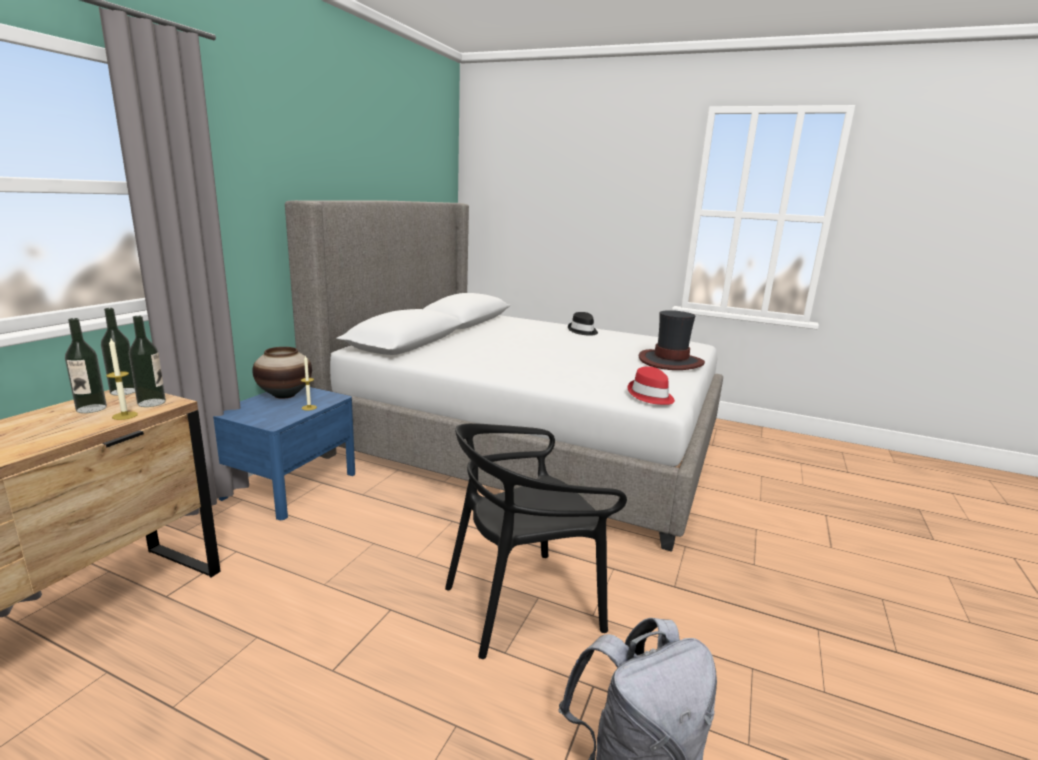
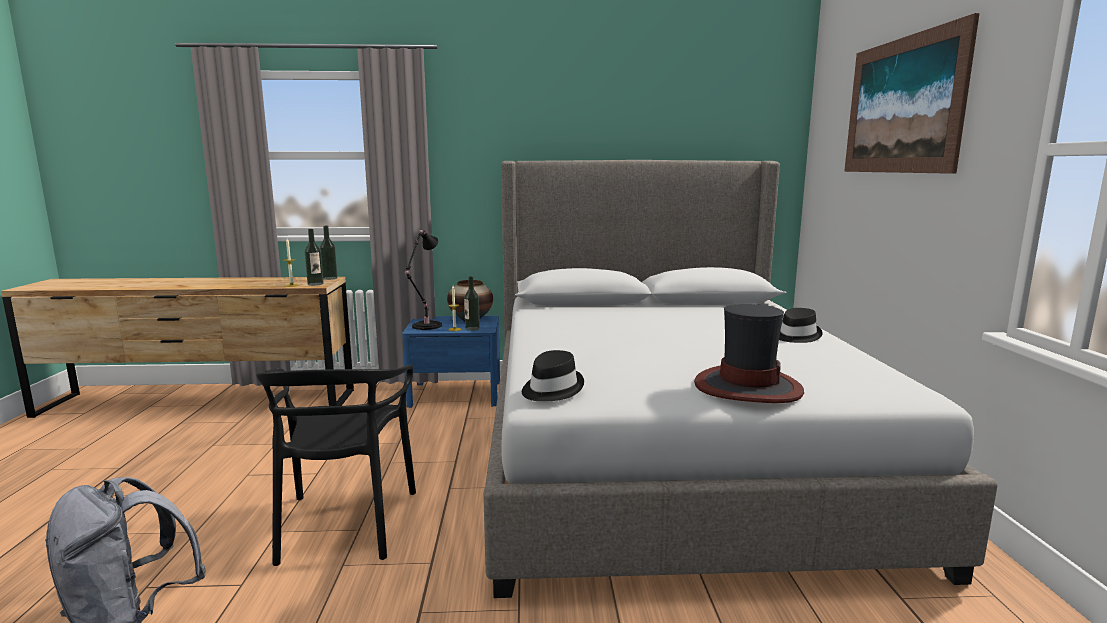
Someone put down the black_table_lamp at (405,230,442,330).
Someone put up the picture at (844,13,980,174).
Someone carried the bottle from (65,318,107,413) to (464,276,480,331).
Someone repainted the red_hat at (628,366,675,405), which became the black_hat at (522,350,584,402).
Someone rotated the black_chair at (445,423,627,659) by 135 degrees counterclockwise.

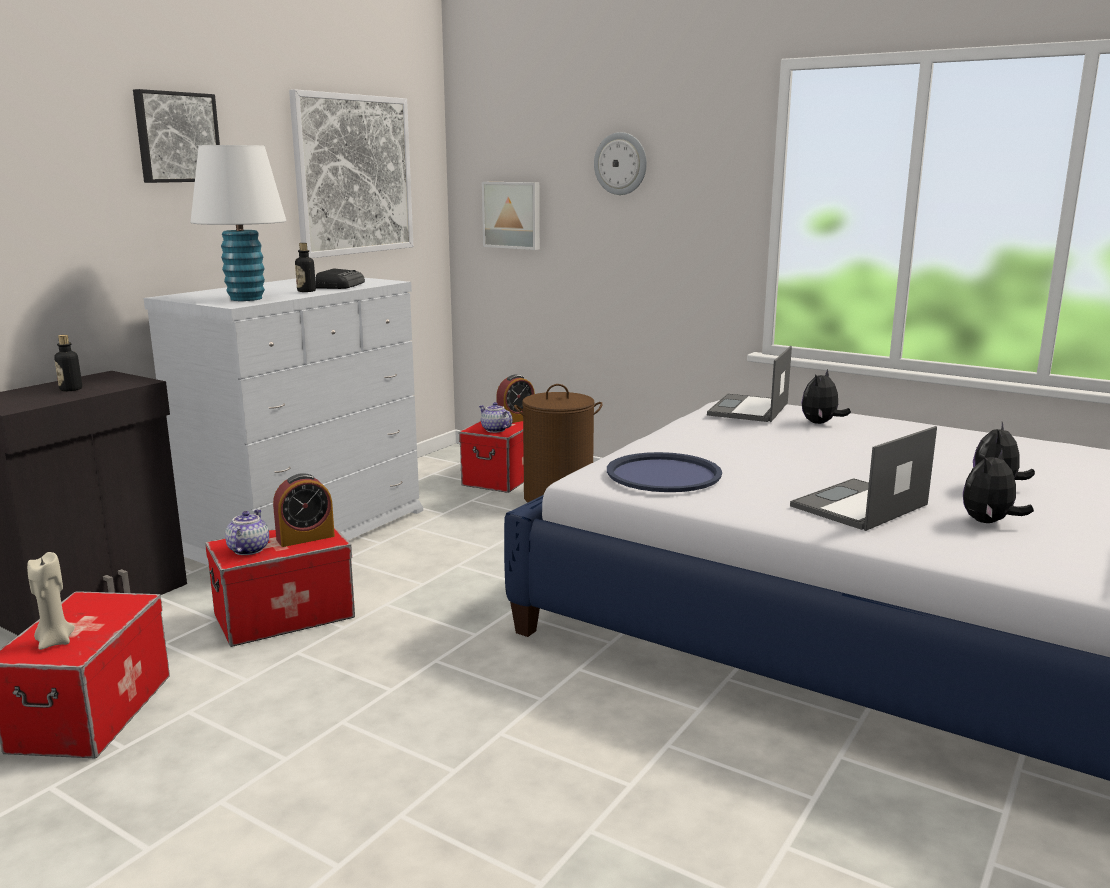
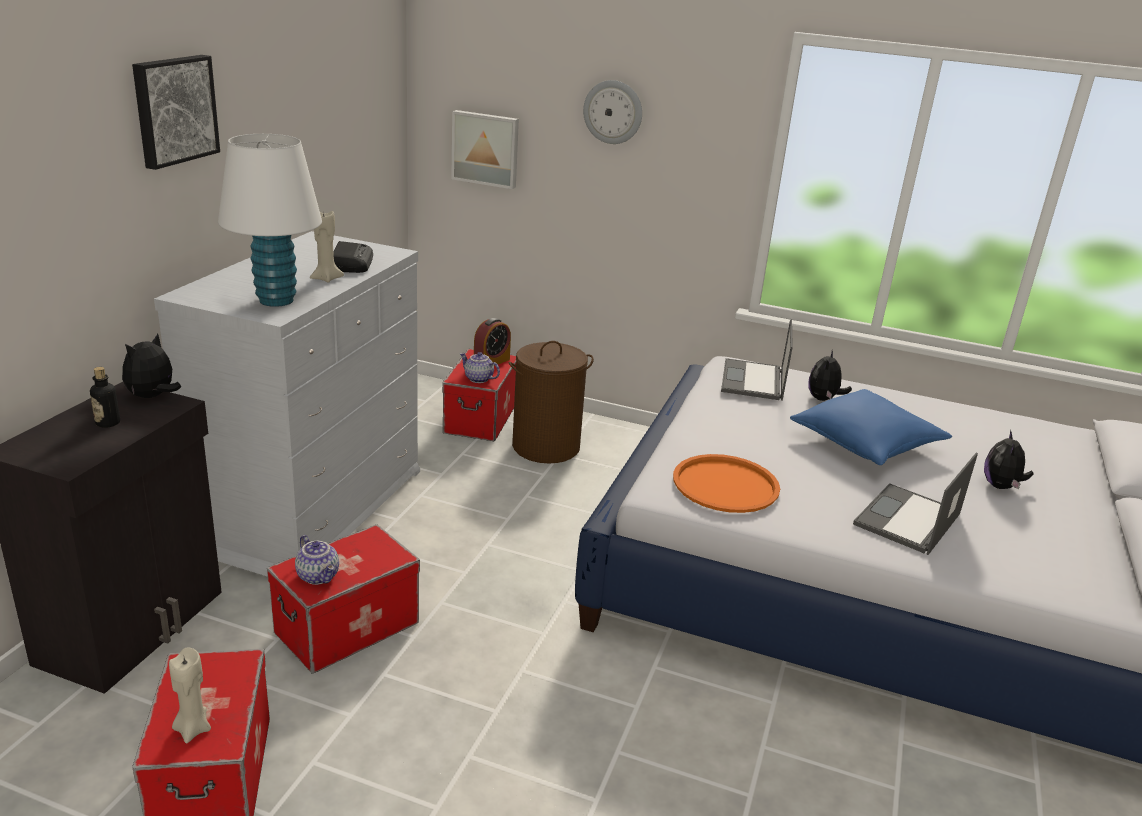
Someone took away the alarm_clock at (273,473,335,547).
Someone took away the picture at (289,89,413,258).
Someone put down the blue_pillow at (790,389,952,465).
Someone carried the plush_toy from (963,449,1034,523) to (122,333,181,398).
Someone swapped the bottle at (295,243,316,292) for the beige_candle at (310,211,344,282).
Someone repainted the blue_tray at (607,452,722,492), which became the orange_tray at (673,454,780,513).
Someone rotated the teapot at (225,509,269,555) by 150 degrees clockwise.

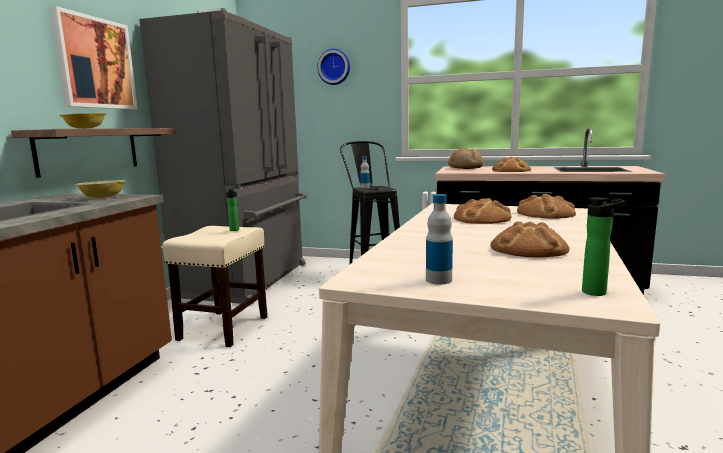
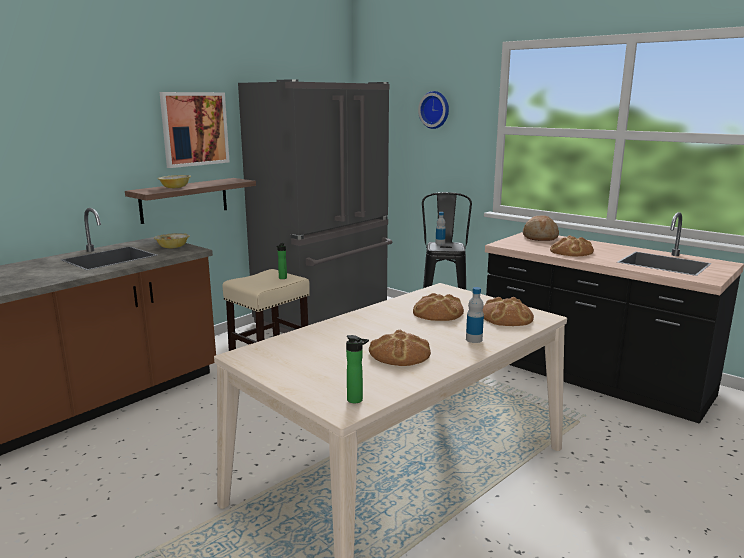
Someone carried the bottle from (426,194,453,285) to (466,287,484,343).

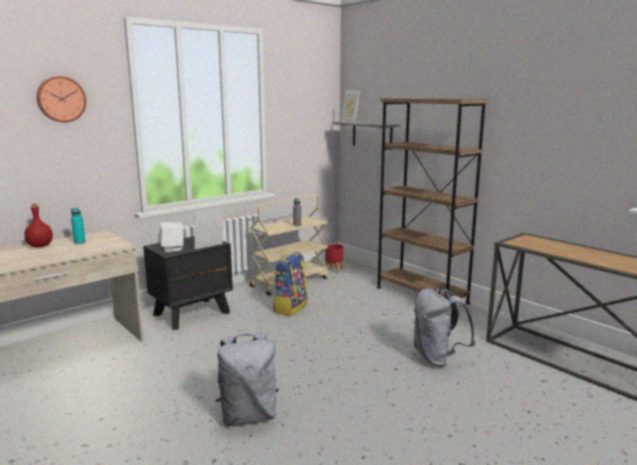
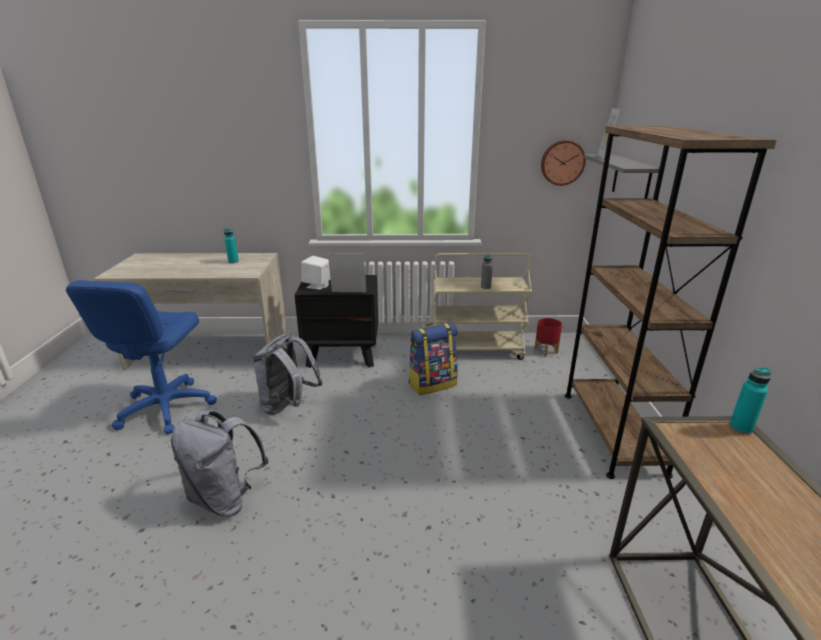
Someone took away the red_bottle at (24,203,53,247).
Someone put down the blue_office_chair at (66,280,217,434).
Someone put down the turquoise_bottle at (729,367,772,434).
Someone carried the wall_clock from (37,76,86,122) to (541,140,586,186).
Someone carried the grey_backpack from (413,288,475,367) to (253,333,323,415).

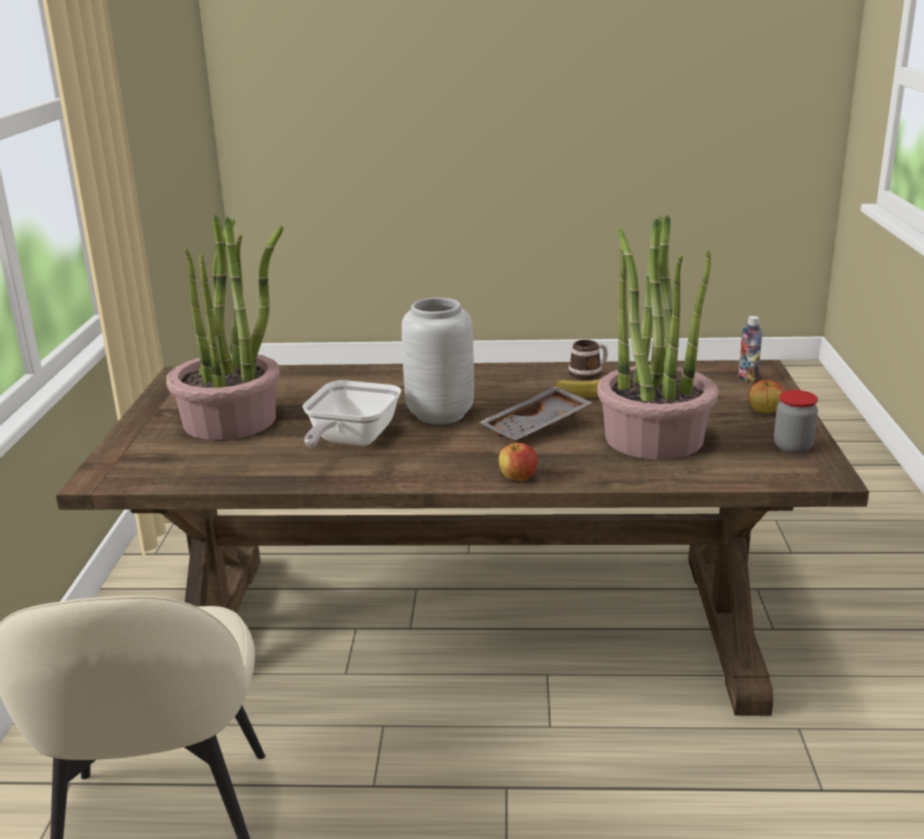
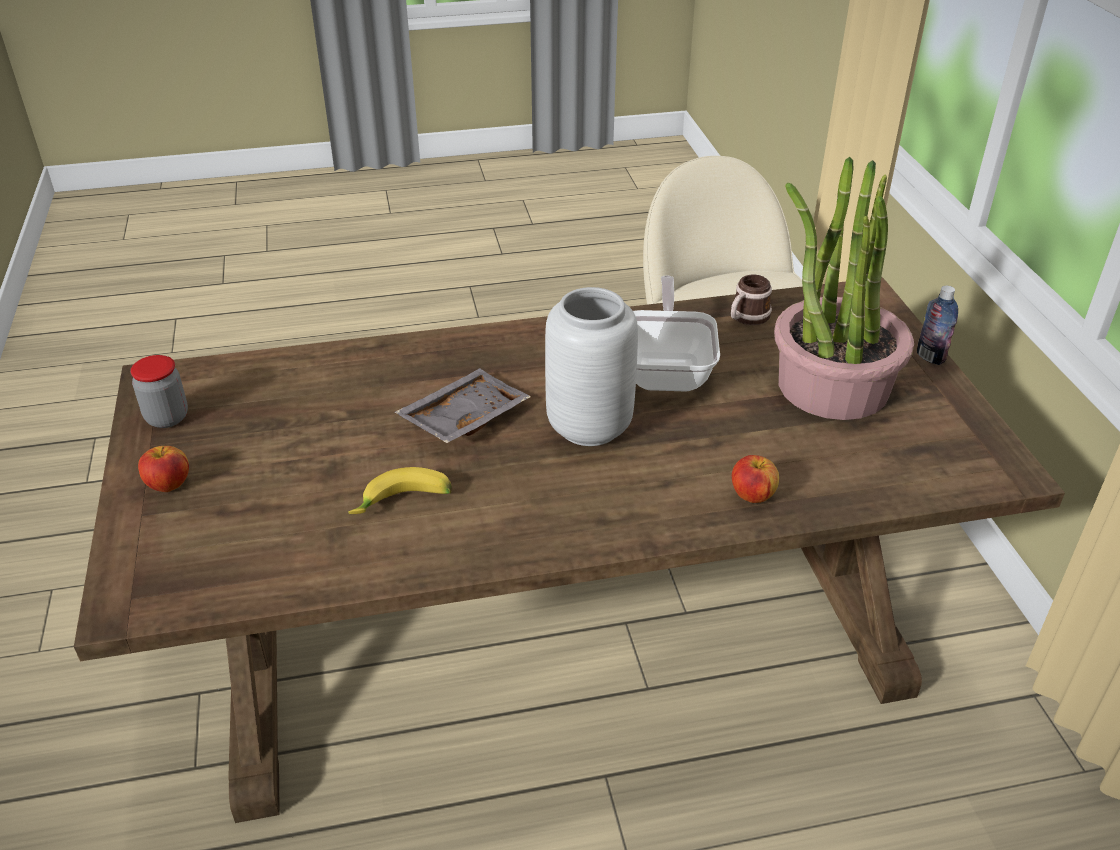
Someone took away the potted_plant at (597,215,718,460).
Someone carried the apple from (499,442,537,481) to (732,455,779,503).
Someone carried the mug from (568,340,608,380) to (731,274,772,325).
Someone carried the bottle from (738,316,762,383) to (917,286,958,365).

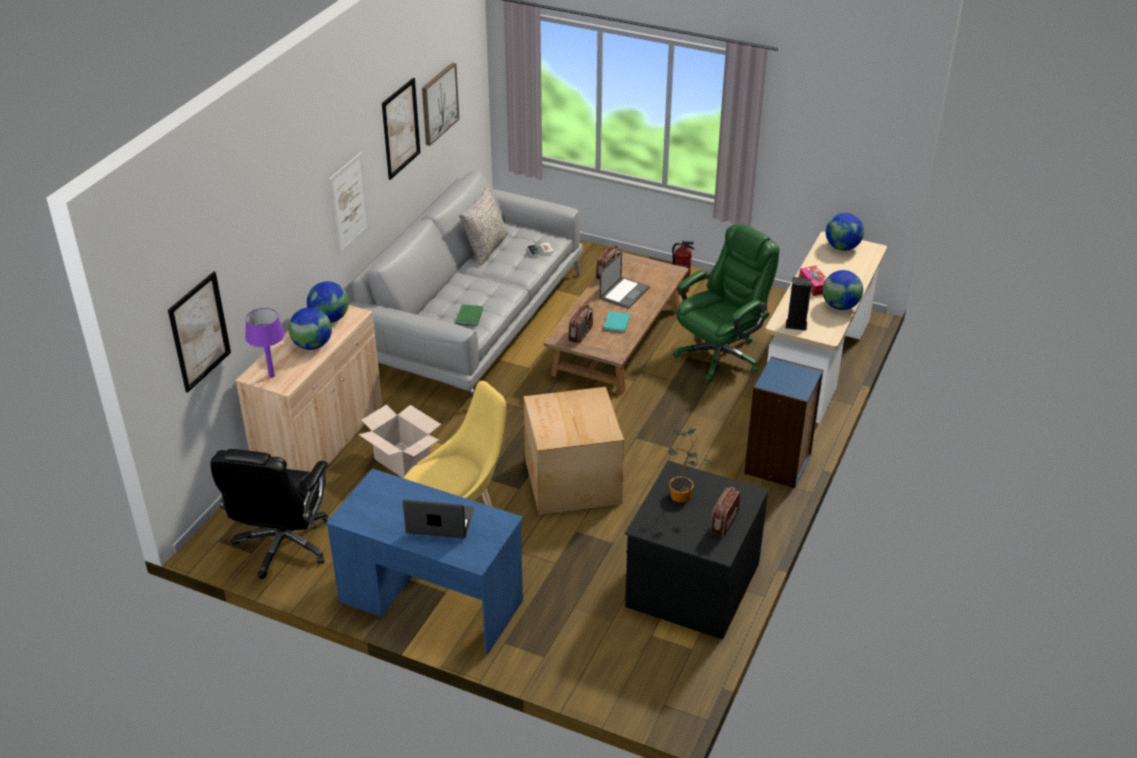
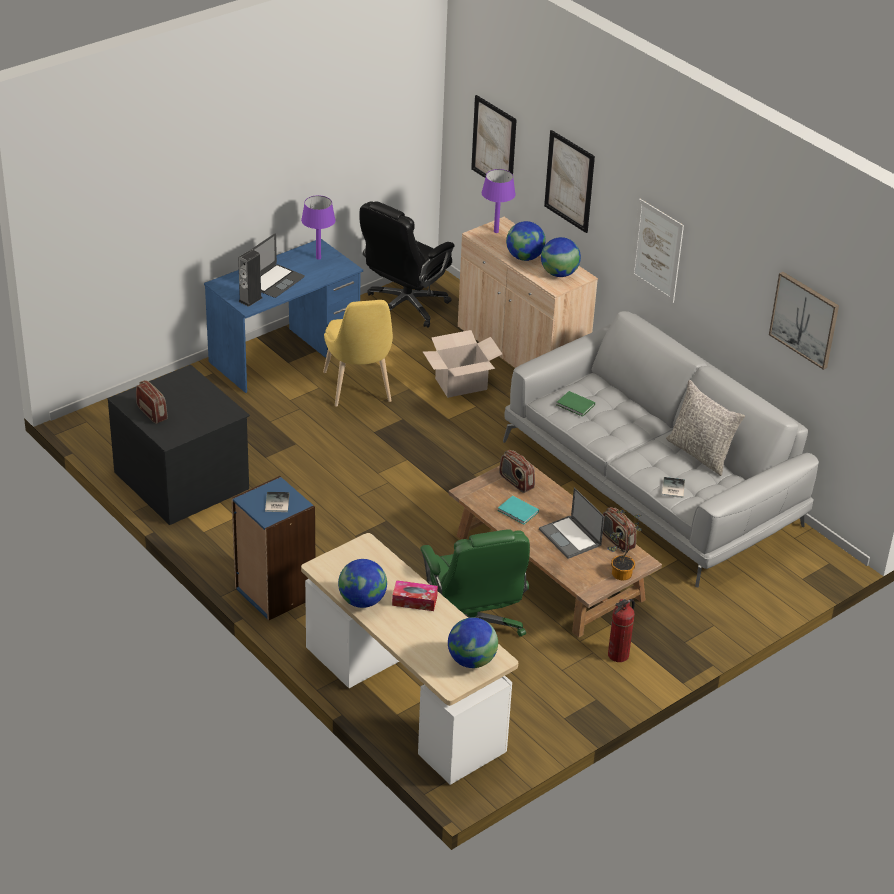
Someone took away the cardboard_box at (524,387,624,515).
Someone put down the book at (265,492,290,512).
Someone put down the purple_table_lamp at (301,195,335,260).
Someone carried the picture from (382,78,421,180) to (544,130,595,233).
Someone carried the potted_plant from (668,429,712,503) to (607,510,642,580).
Someone carried the speaker from (785,277,812,331) to (238,249,262,307).
Someone rotated the black_office_chair at (210,449,331,579) by 90 degrees counterclockwise.

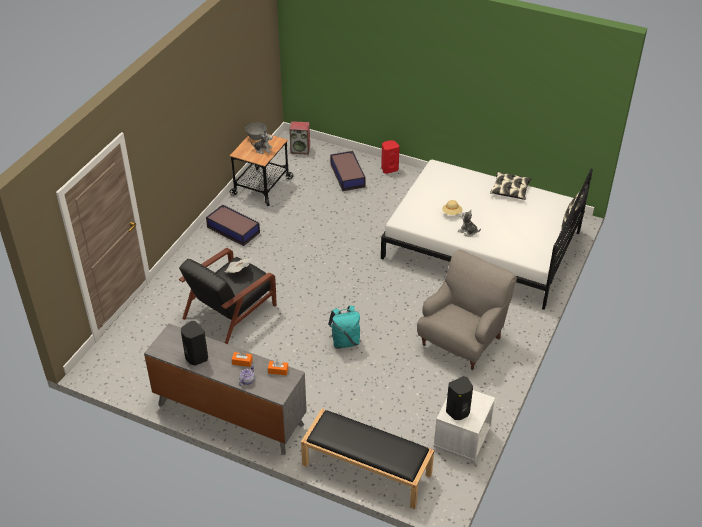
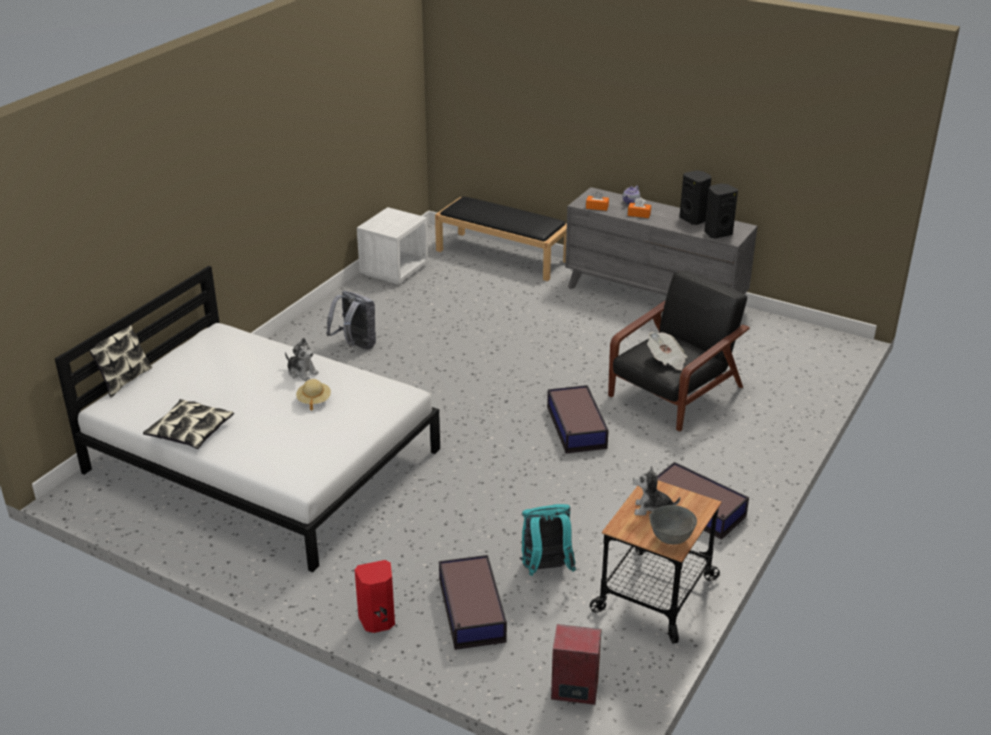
Someone put down the storage_box at (547,385,609,453).
Someone carried the turquoise_backpack from (328,305,361,349) to (520,504,576,576).
Someone carried the black_speaker from (446,376,473,420) to (704,184,738,239).
Someone swapped the grey_armchair at (417,250,517,370) for the grey_backpack at (326,291,376,349).

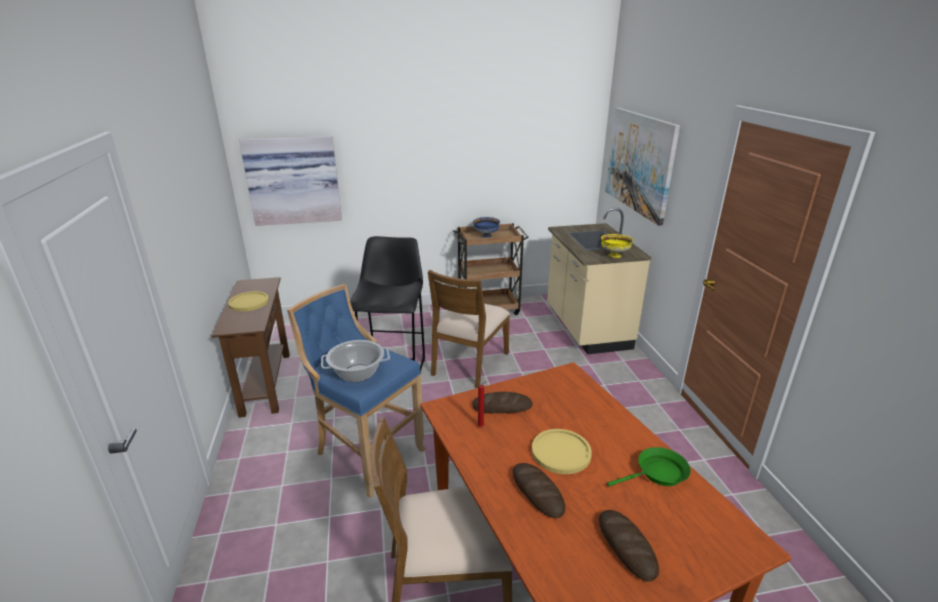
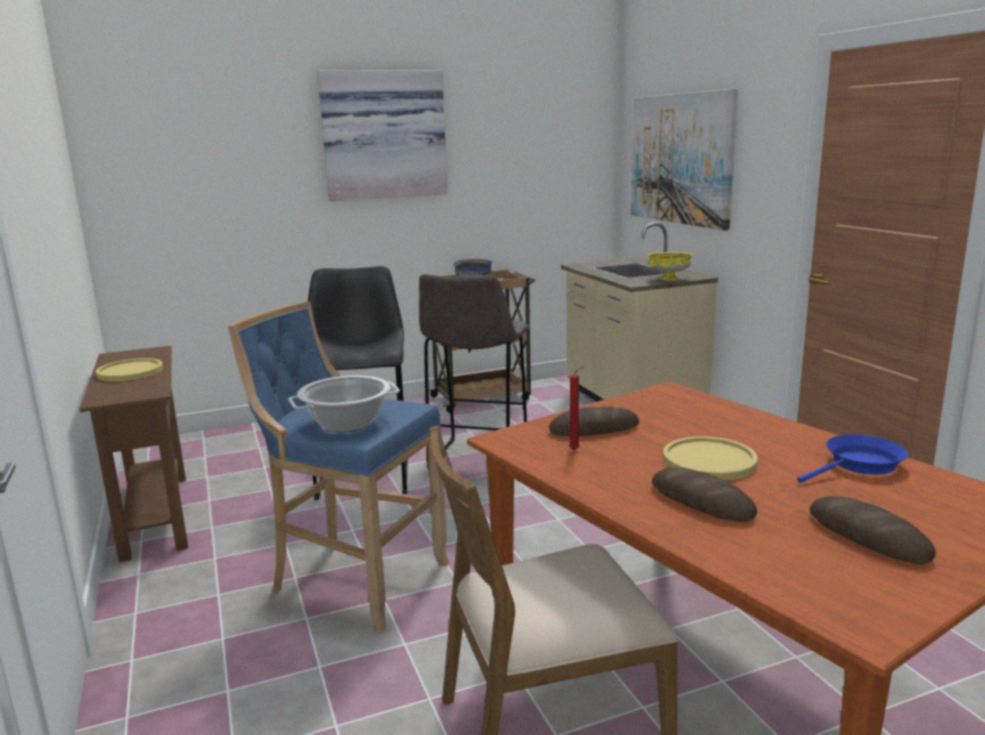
Someone carried the picture from (239,136,342,226) to (317,70,448,201).
Someone swapped the brown_chair at (428,270,510,388) for the grey_stool at (419,274,530,470).
Someone repainted the green_frying_pan at (607,447,691,486), which became the blue_frying_pan at (797,434,908,483).

